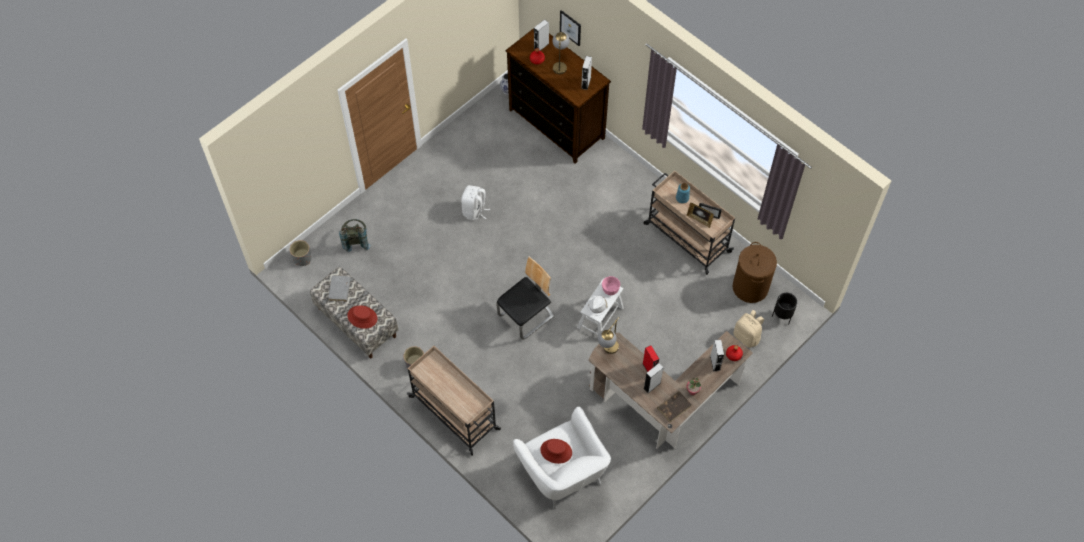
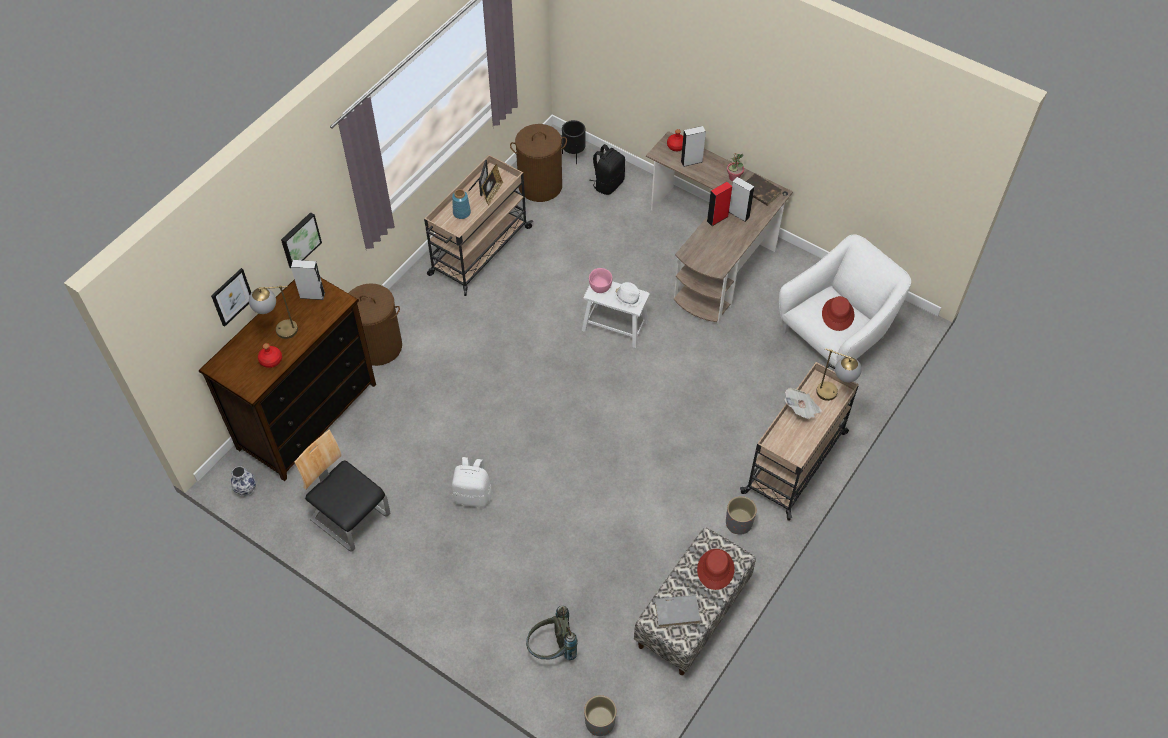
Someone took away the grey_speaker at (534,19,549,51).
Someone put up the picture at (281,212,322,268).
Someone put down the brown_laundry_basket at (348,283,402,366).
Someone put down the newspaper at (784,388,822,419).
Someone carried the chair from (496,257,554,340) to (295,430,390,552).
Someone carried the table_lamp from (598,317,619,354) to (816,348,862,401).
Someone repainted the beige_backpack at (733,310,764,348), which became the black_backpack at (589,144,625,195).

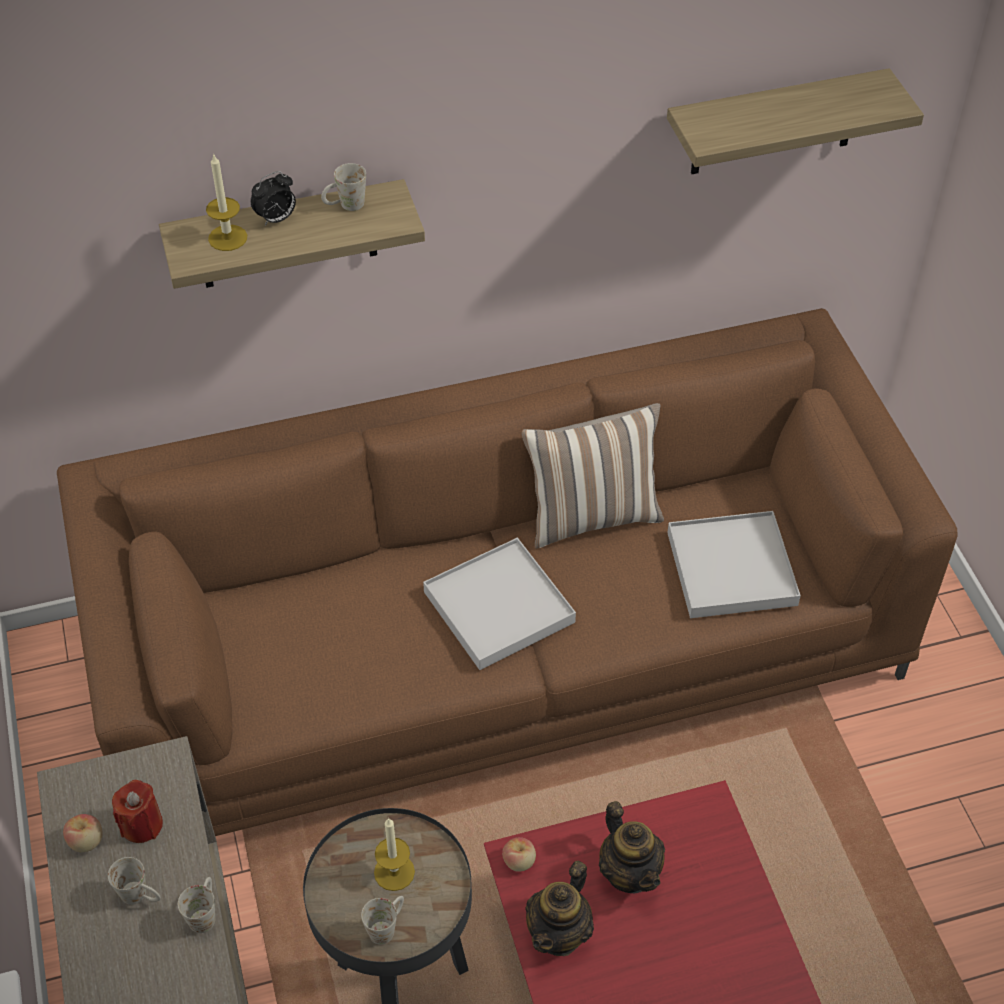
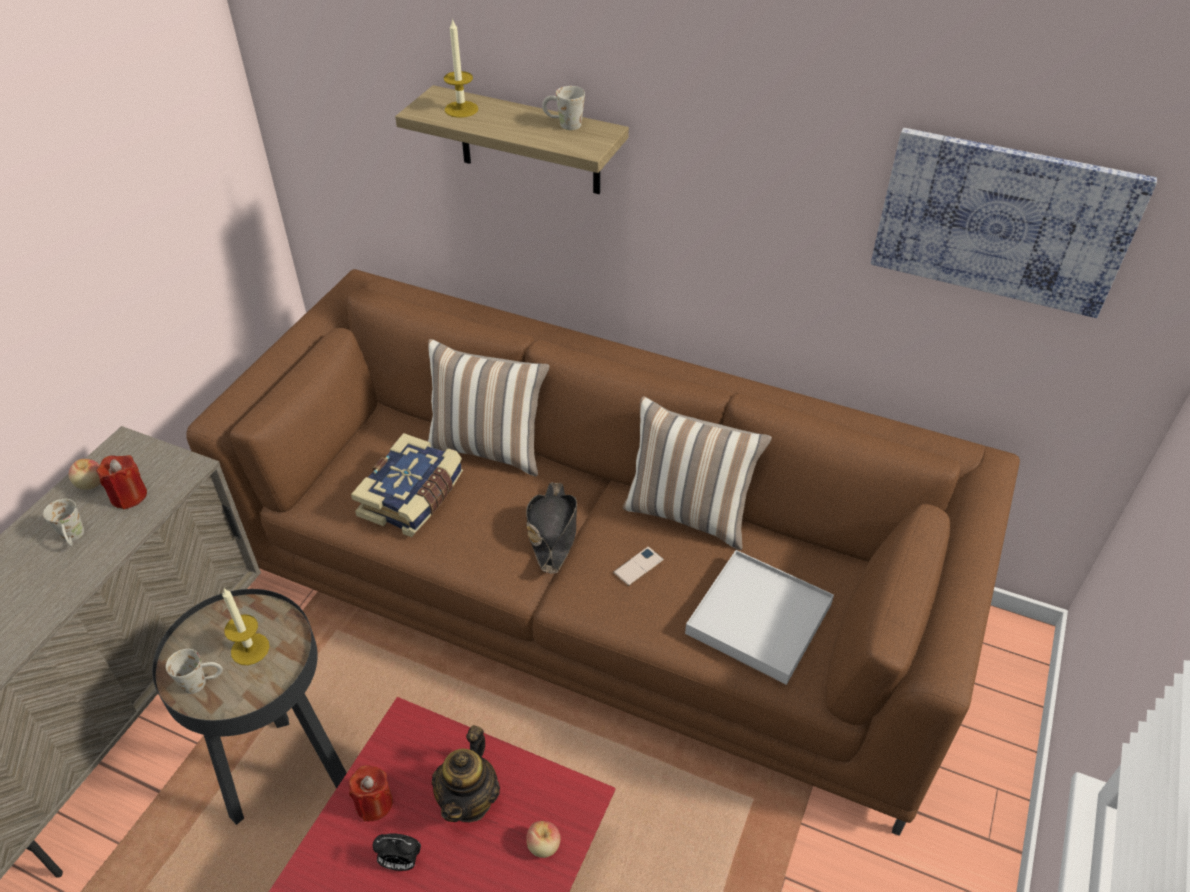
Someone took away the white_mug at (178,877,215,933).
Someone put down the book at (351,433,463,537).
Someone put down the pillow at (428,339,550,476).
Someone put down the phone at (613,547,664,586).
Someone carried the alarm_clock from (251,171,296,226) to (373,834,421,871).
Someone carried the apple from (502,837,536,872) to (526,821,561,858).
Someone swapped the white_tray at (423,538,576,670) for the black_hat at (526,482,577,573).
Someone swapped the teapot at (525,861,594,956) for the red_candle at (349,765,393,821).
Someone swapped the shelf at (667,68,924,174) for the picture at (871,128,1157,318).

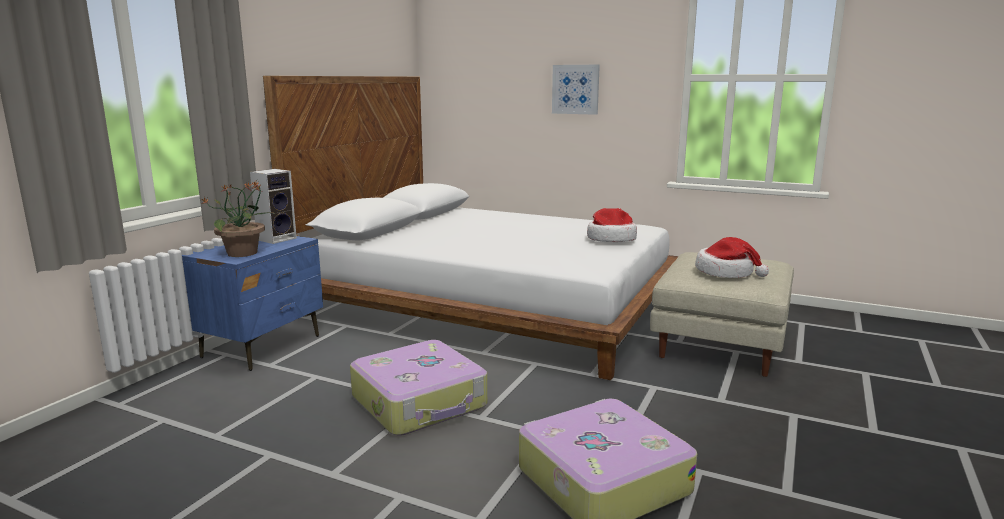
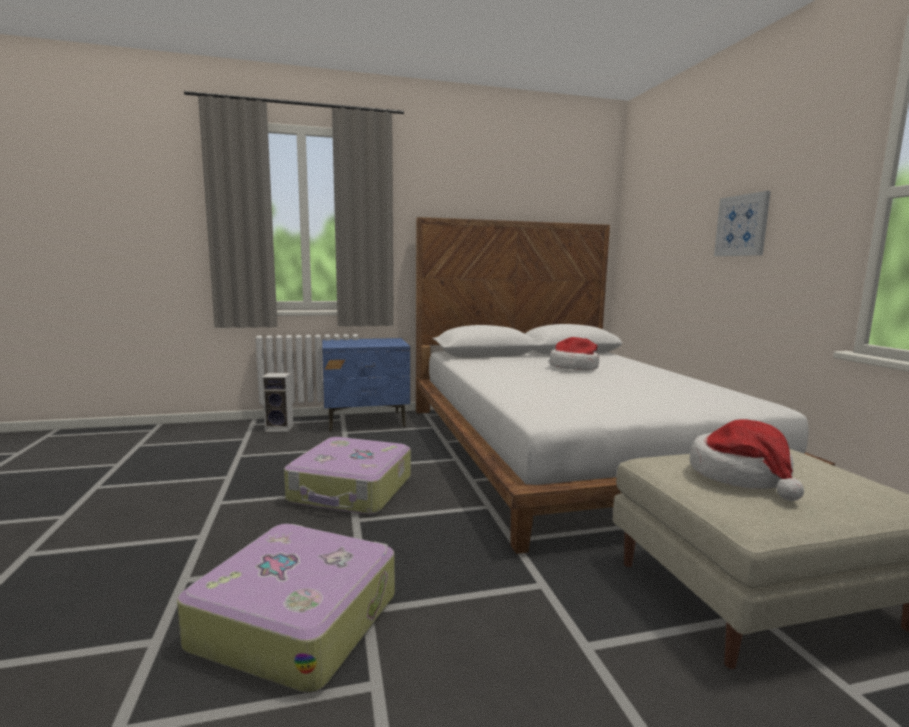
Someone took away the potted_plant at (201,181,276,257).
Someone carried the speaker from (250,169,297,244) to (262,373,293,432).
Someone carried the hat from (587,208,637,242) to (549,337,599,370).

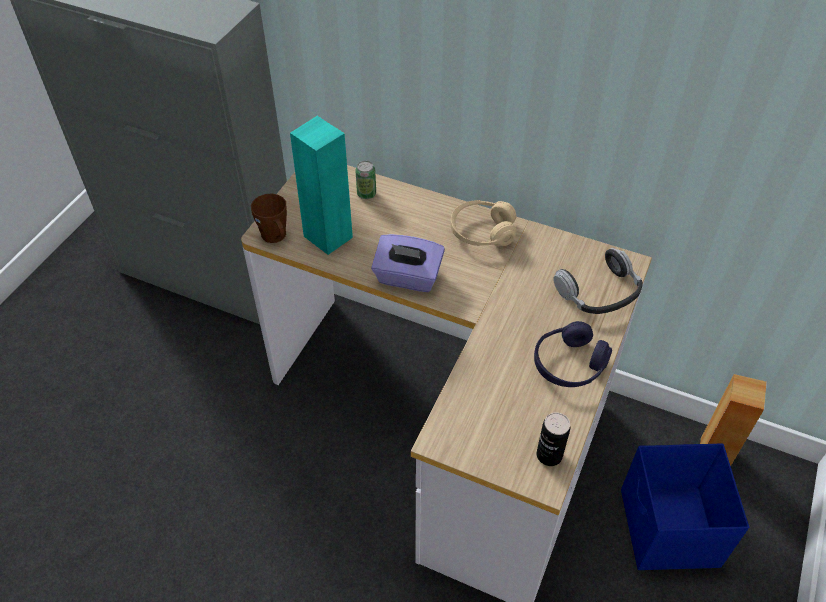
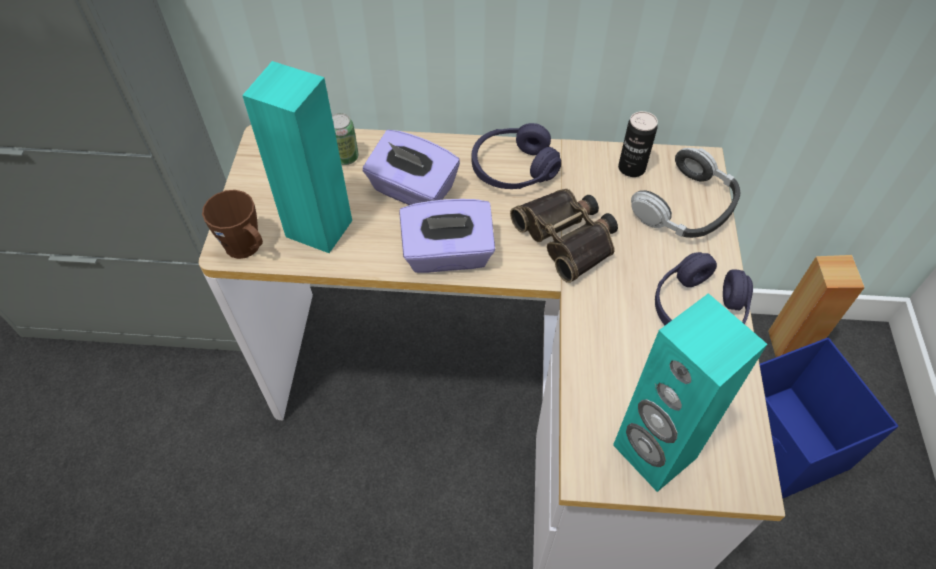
Someone put down the purple_tissue_box at (363,130,460,205).
Someone put down the binoculars at (510,189,618,283).
Someone put down the turquoise_speaker at (613,293,767,492).
Someone carried the can from (536,412,570,466) to (618,111,658,177).
Someone repainted the beige_headphones at (450,200,517,246), which became the purple_headphones at (472,123,561,189).

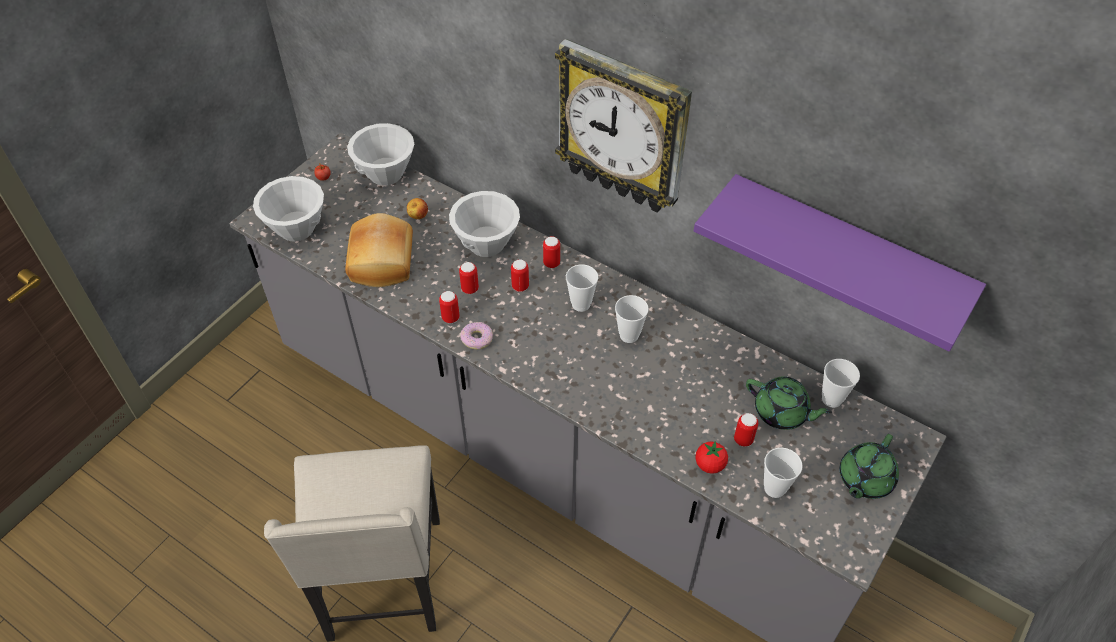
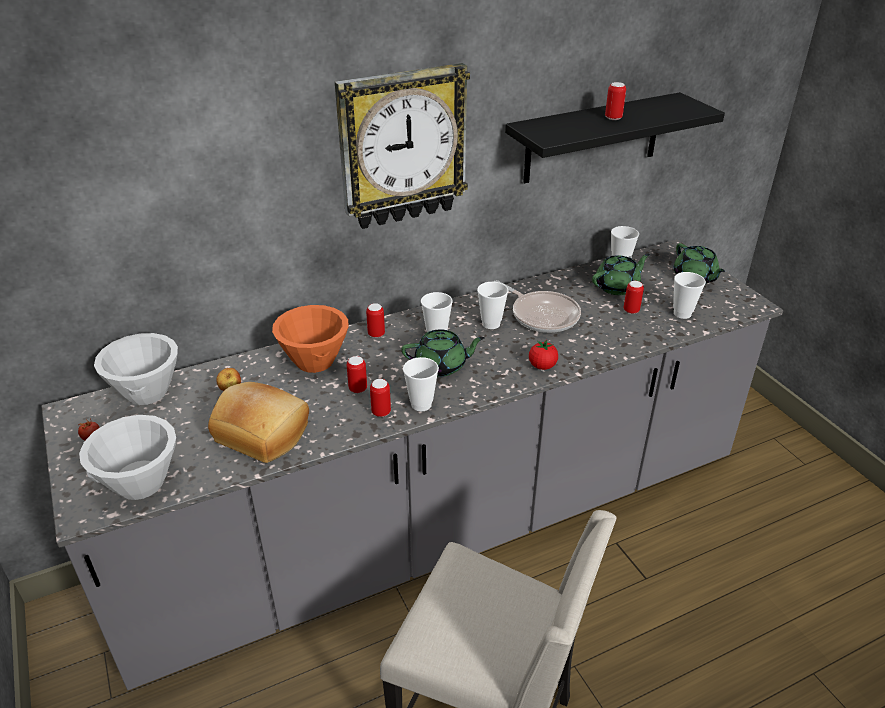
Someone put down the green_teapot at (401,330,485,377).
Someone put down the frying_pan at (494,280,581,333).
Someone carried the can from (511,259,529,292) to (605,82,626,120).
Someone carried the tomato from (695,441,728,474) to (529,340,558,370).
Someone swapped the donut at (460,322,493,349) for the cup at (403,357,439,411).
Someone repainted the white_bowl at (449,191,520,257), which became the orange_bowl at (272,305,349,373).
Someone repainted the purple_shelf at (694,174,986,352), which became the black_shelf at (505,92,725,183).

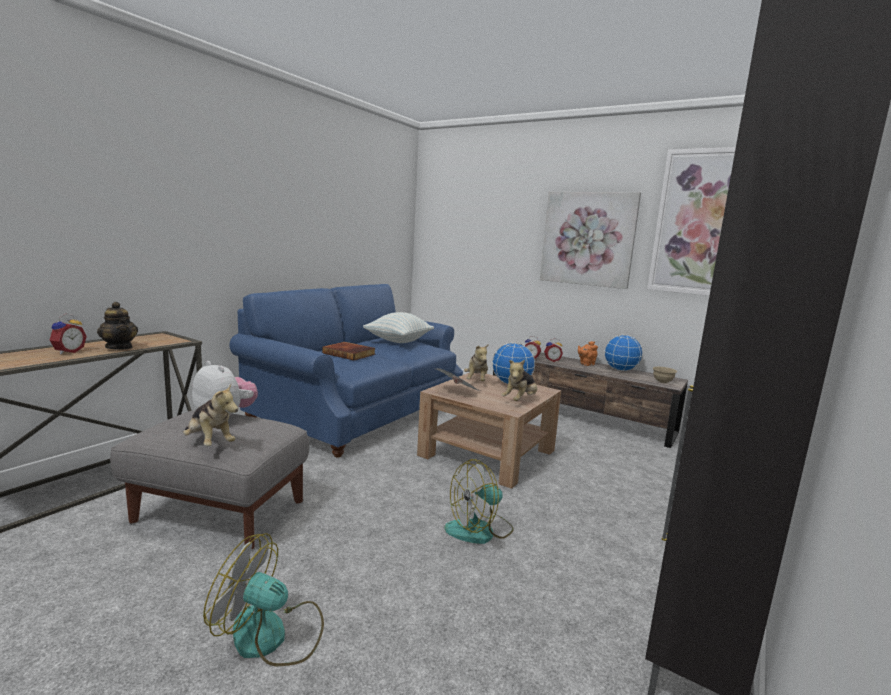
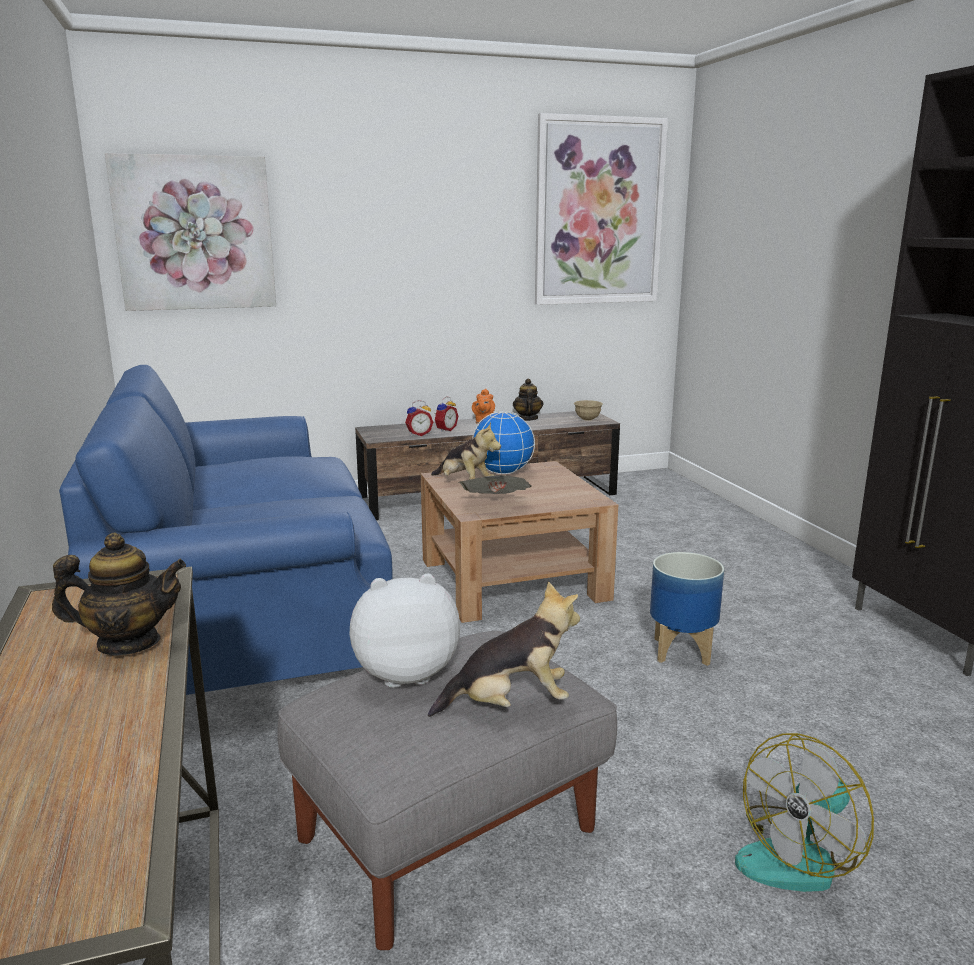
Someone took away the alarm_clock at (50,314,87,354).
Someone took away the book at (322,342,376,360).
Someone took away the pillow at (363,312,434,343).
Someone took away the plush_toy at (501,360,537,401).
Someone carried the picture from (540,192,641,289) to (105,153,276,311).
Someone swapped the fan at (444,459,514,544) for the planter at (650,552,724,666).
Someone swapped the globe at (604,334,643,371) for the teapot at (513,378,543,421).

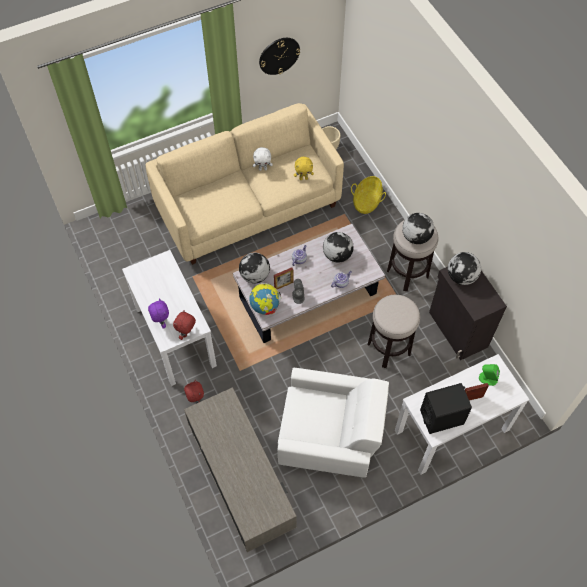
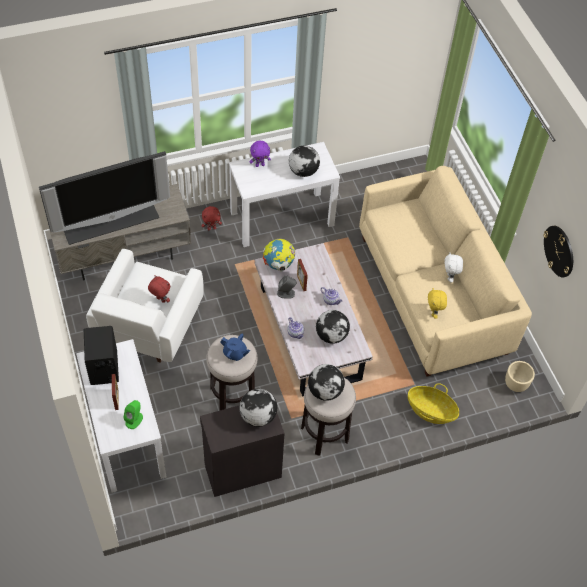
Someone put down the television at (39,151,170,245).
Someone put down the blue_teapot at (220,334,250,361).
Someone carried the red_plush_toy from (173,310,196,340) to (148,275,170,303).
Someone carried the globe from (239,253,270,283) to (289,146,320,177).

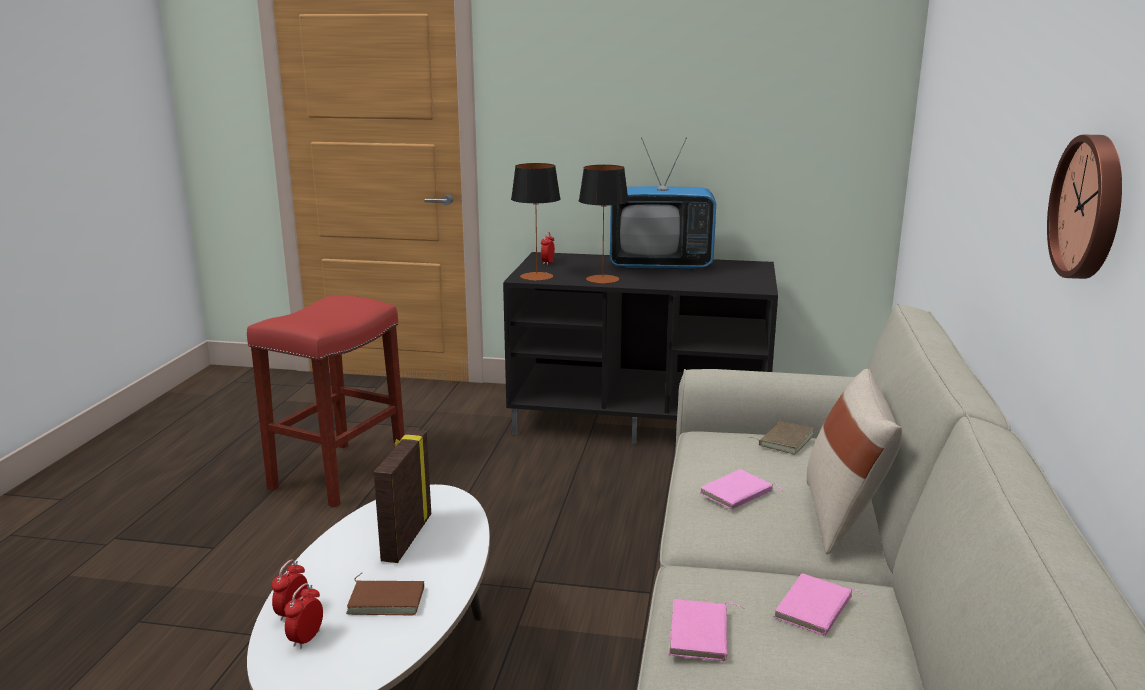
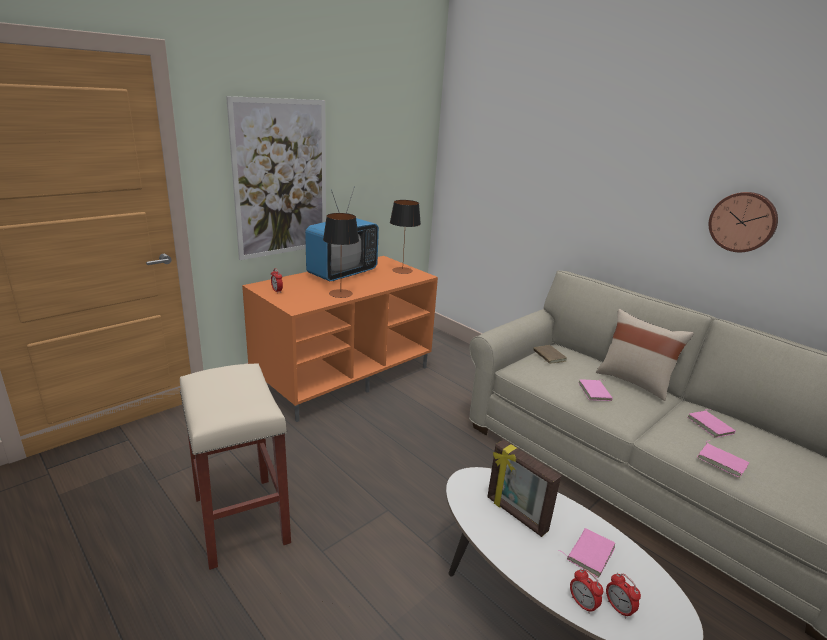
Someone put up the picture at (226,96,326,260).
Someone carried the table_lamp from (511,163,561,281) to (390,200,421,274).
Someone repainted the red_stool at (247,295,404,507), which became the beige_stool at (180,363,291,570).
Someone repainted the brown_book at (346,573,424,615), which became the pink_book at (558,528,615,578).
Someone repainted the black_tv_stand at (503,252,778,444), which became the orange_tv_stand at (242,256,438,422).

